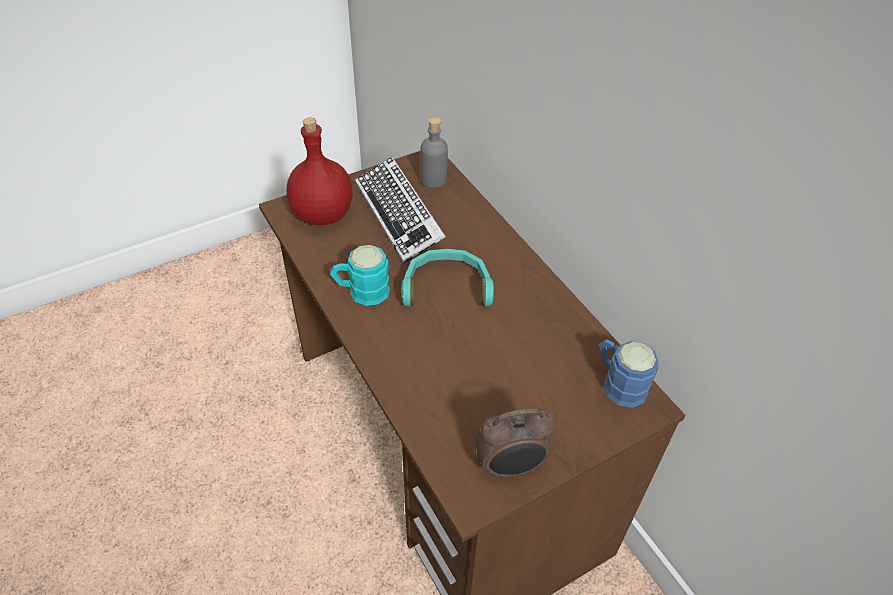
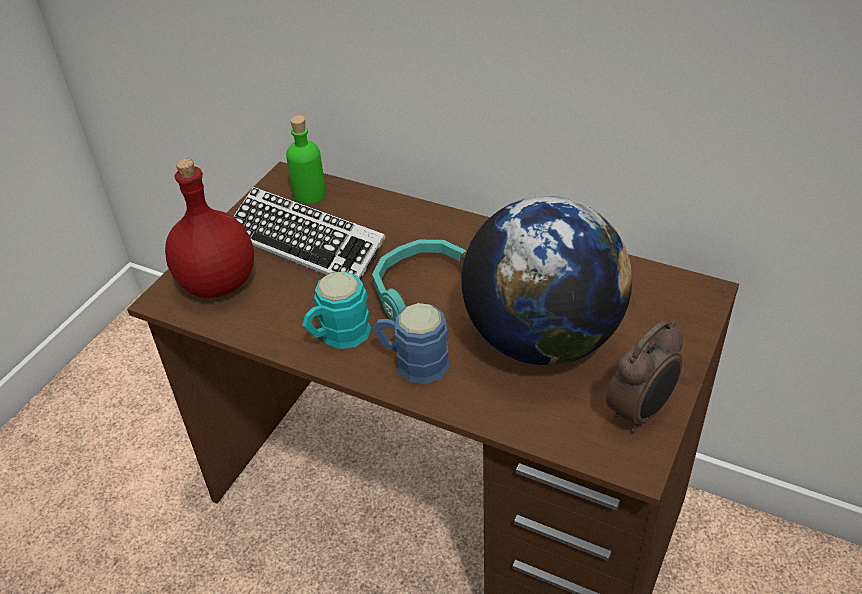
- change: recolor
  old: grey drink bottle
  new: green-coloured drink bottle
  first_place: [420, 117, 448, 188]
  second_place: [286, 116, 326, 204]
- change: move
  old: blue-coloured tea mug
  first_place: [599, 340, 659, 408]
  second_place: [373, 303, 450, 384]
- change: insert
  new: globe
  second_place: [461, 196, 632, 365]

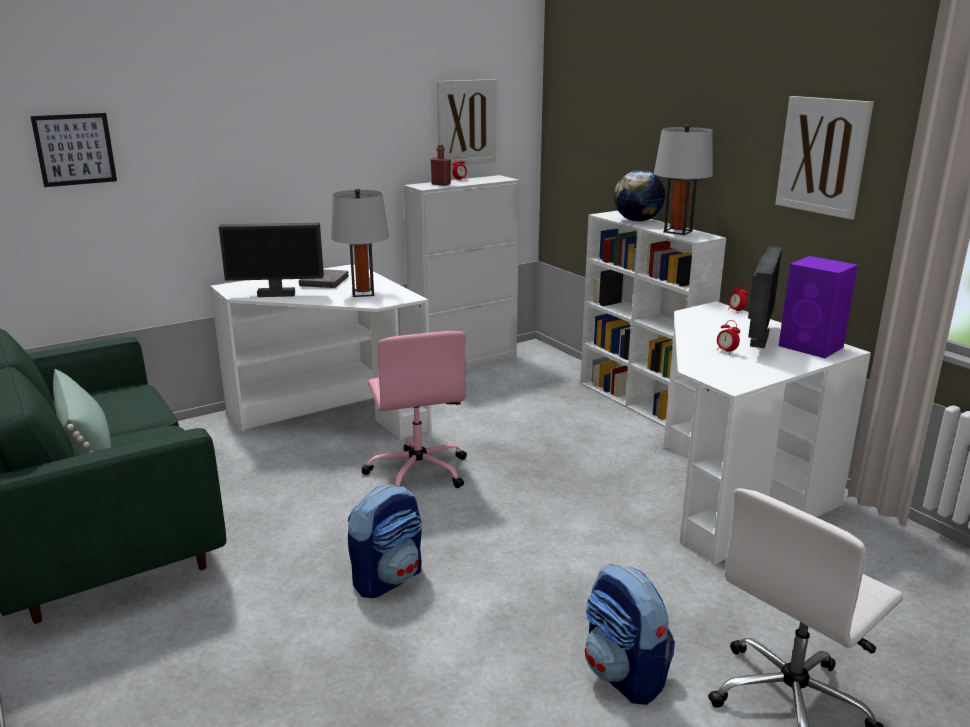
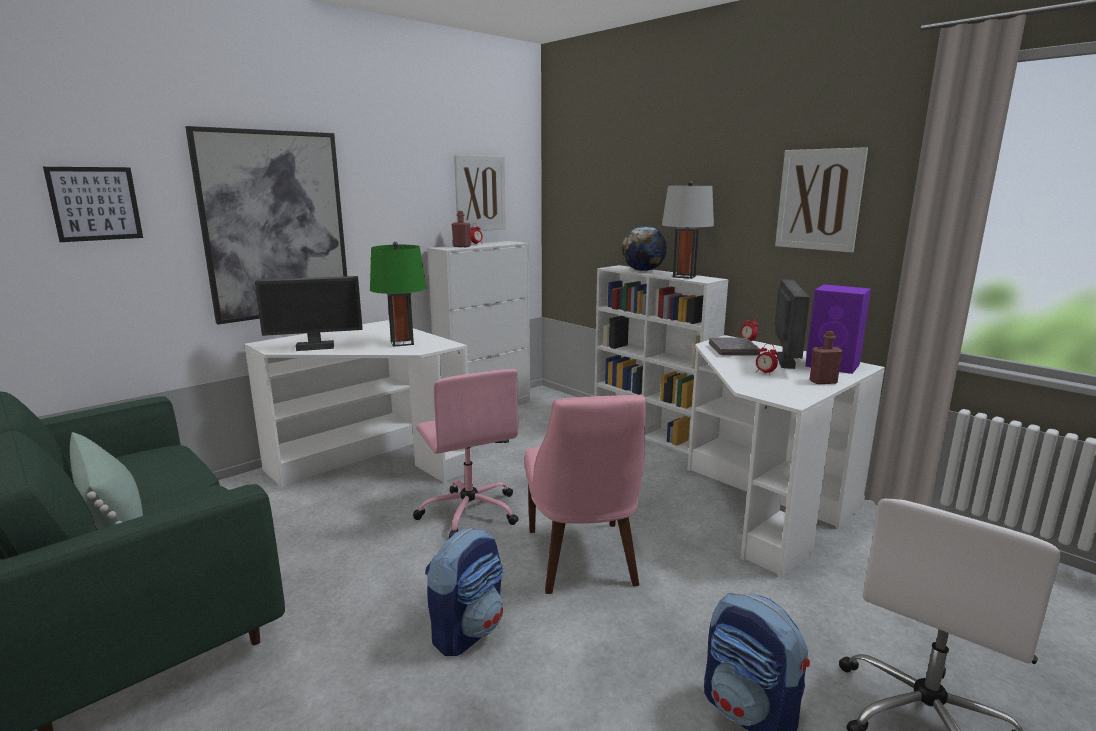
- change: recolor
  old: grey table lamp
  new: green-coloured table lamp
  first_place: [331, 188, 389, 297]
  second_place: [370, 242, 427, 347]
- change: move
  old: grey bound book
  first_place: [299, 269, 349, 288]
  second_place: [709, 338, 760, 356]
- change: insert
  new: wall art
  second_place: [185, 126, 347, 325]
- change: insert
  new: red drink bottle
  second_place: [810, 331, 843, 384]
- change: insert
  new: pinkish plain chair
  second_place: [525, 395, 646, 594]

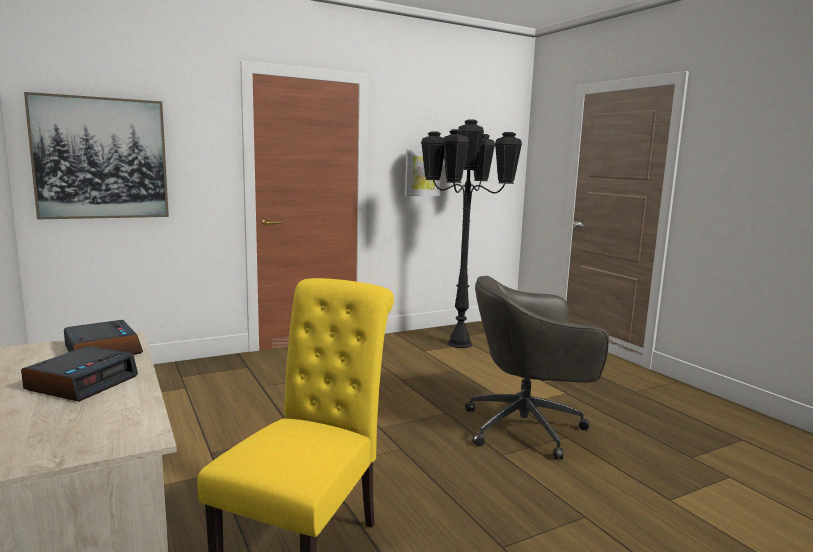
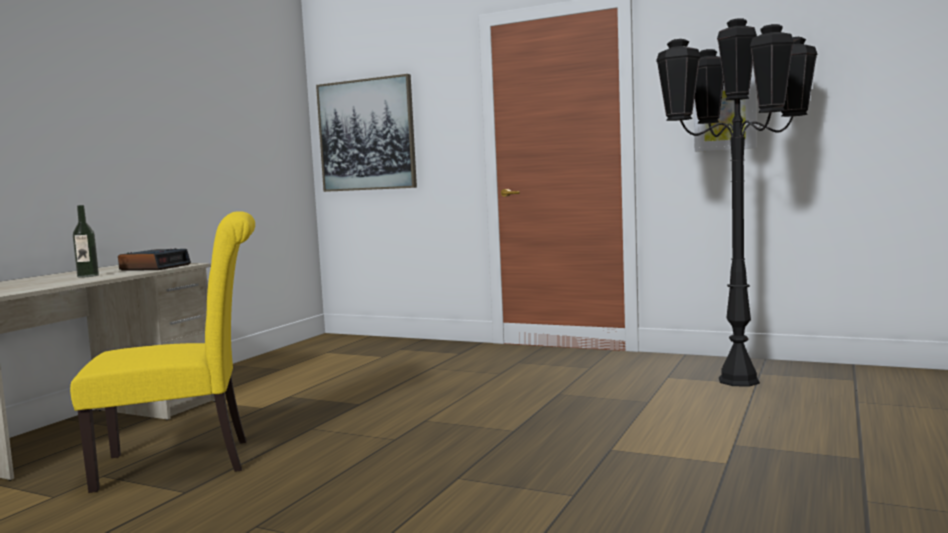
- change: delete
  old: grey desk chair
  first_place: [465, 276, 609, 460]
- change: replace
  old: alarm clock
  new: drink bottle
  first_place: [21, 346, 138, 402]
  second_place: [73, 205, 99, 278]

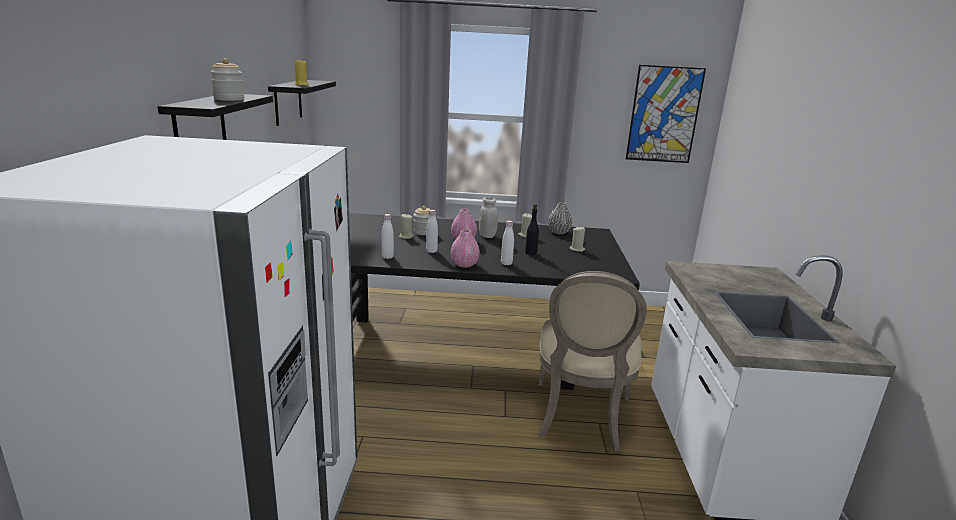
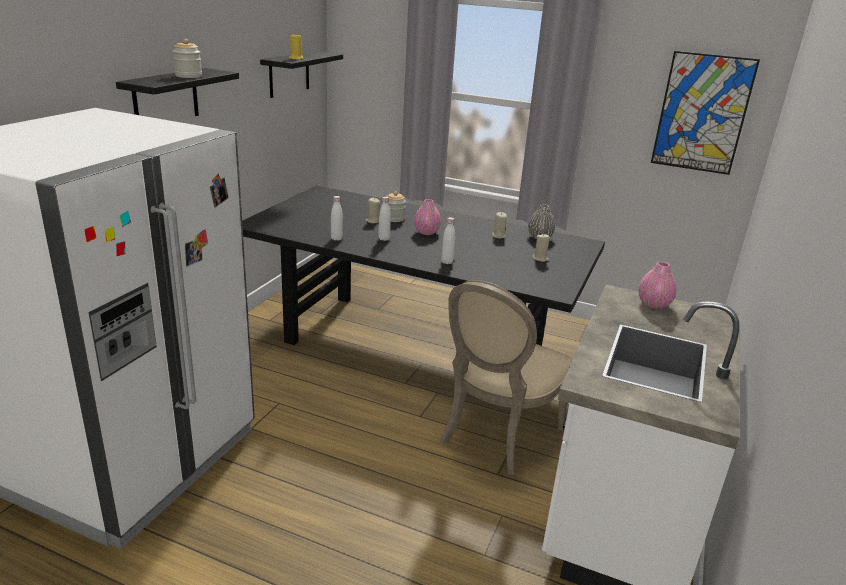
- change: delete
  old: whitish jar
  first_place: [479, 197, 498, 238]
- change: delete
  old: blackish drink bottle
  first_place: [525, 204, 539, 255]
- change: move
  old: pinkish flower vase
  first_place: [451, 229, 480, 268]
  second_place: [638, 262, 677, 309]

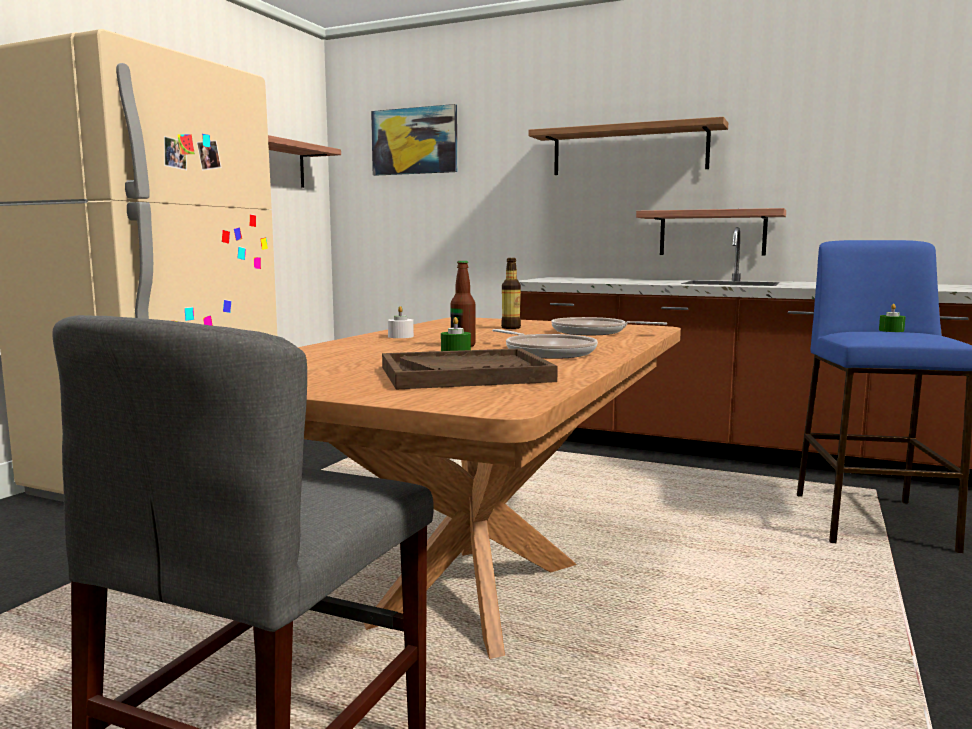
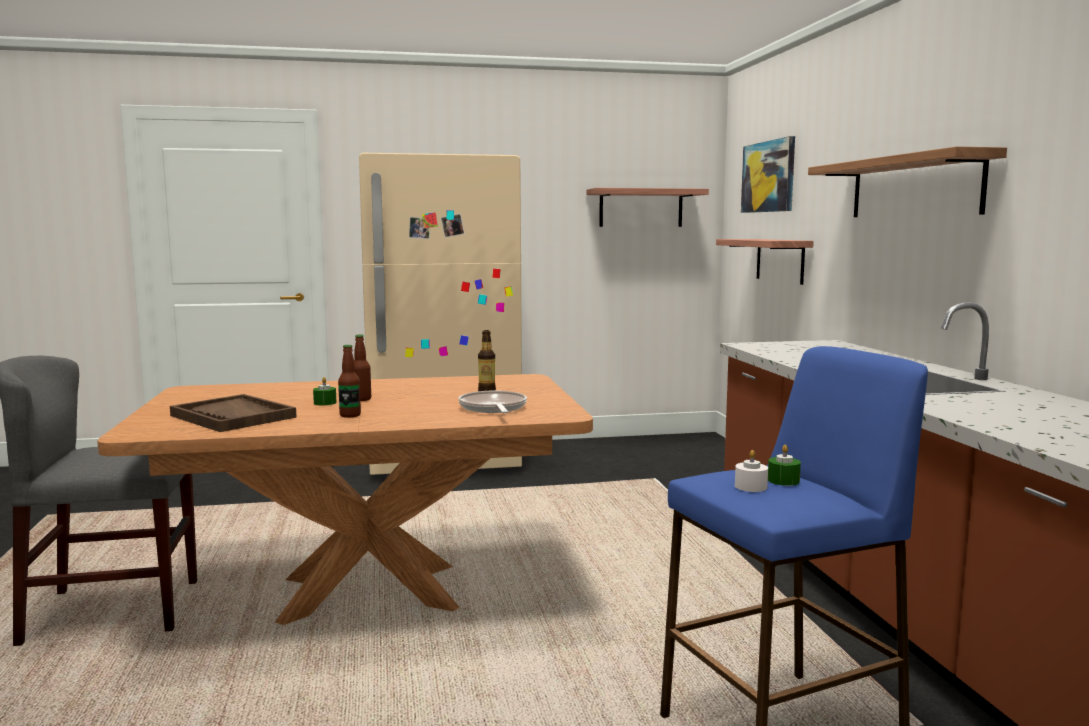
- change: move
  old: shelf
  first_place: [636, 208, 786, 256]
  second_place: [716, 239, 814, 285]
- change: move
  old: whitish wax candle
  first_place: [388, 306, 414, 338]
  second_place: [735, 450, 768, 492]
- change: replace
  old: skillet
  new: drink bottle
  first_place: [492, 329, 598, 359]
  second_place: [338, 345, 361, 418]

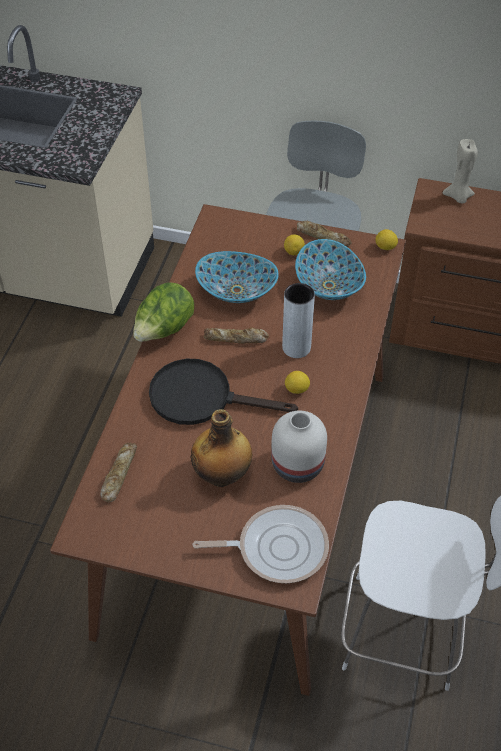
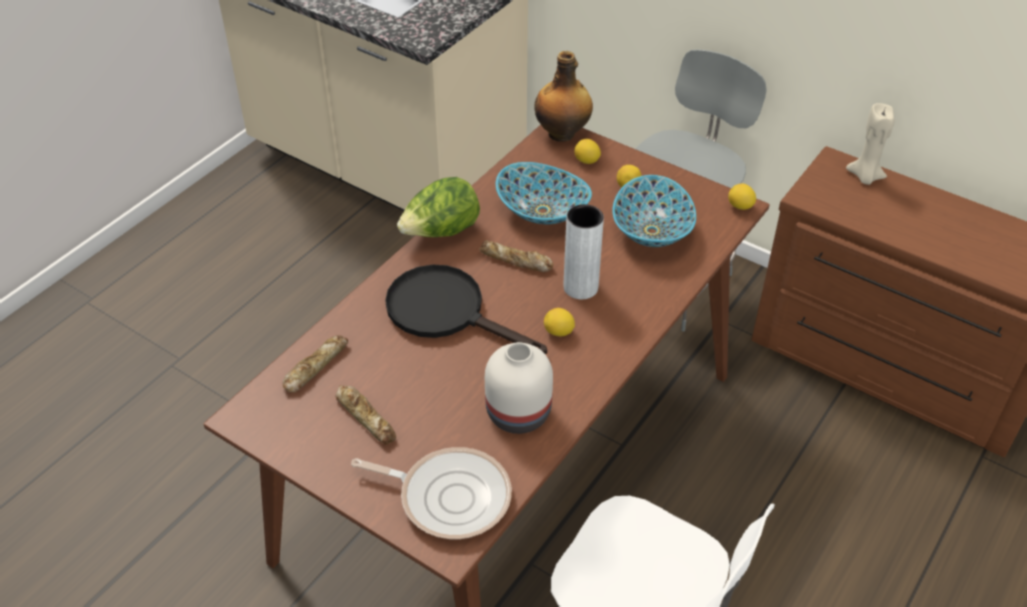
- change: move
  old: baked bread
  first_place: [297, 221, 352, 247]
  second_place: [336, 385, 396, 445]
- change: move
  old: drink bottle
  first_place: [191, 409, 253, 487]
  second_place: [534, 51, 593, 142]
- change: insert
  new: citrus fruit
  second_place: [574, 139, 601, 164]

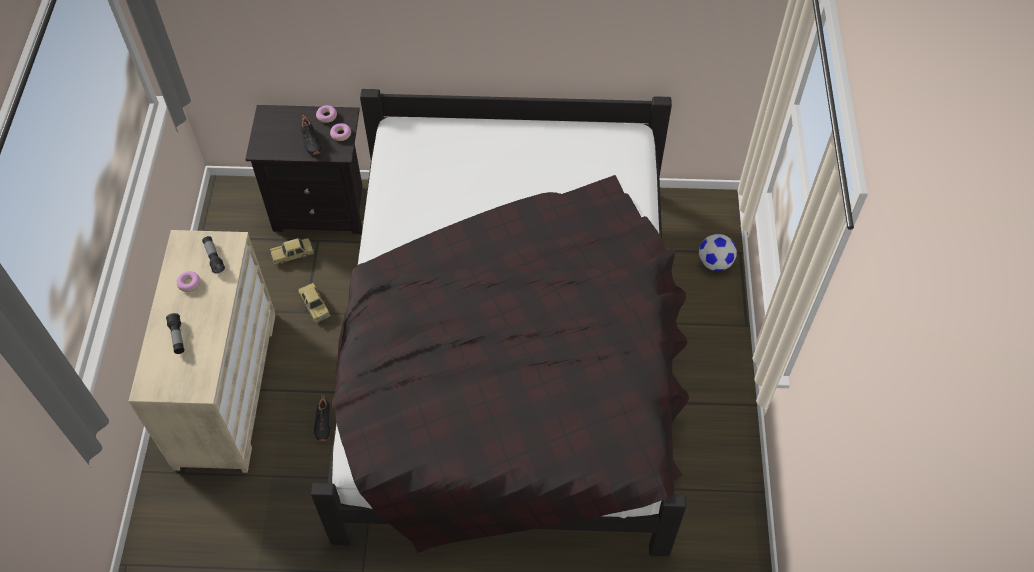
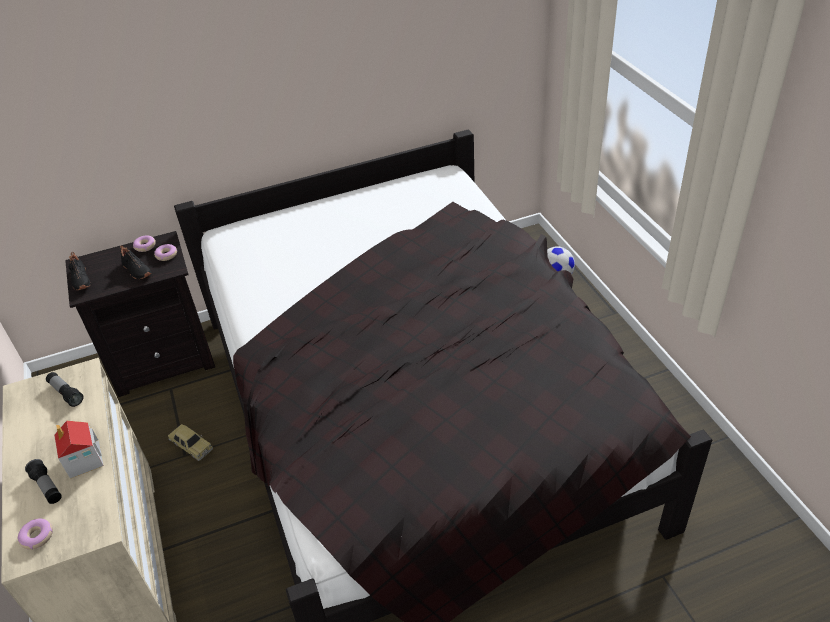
- change: delete
  old: model car
  first_place: [270, 238, 314, 265]
- change: move
  old: ring doughnut
  first_place: [177, 271, 200, 292]
  second_place: [17, 518, 53, 550]
- change: move
  old: blackish shoe
  first_place: [314, 395, 331, 441]
  second_place: [69, 252, 91, 290]
- change: insert
  new: toy house
  second_place: [54, 421, 104, 479]

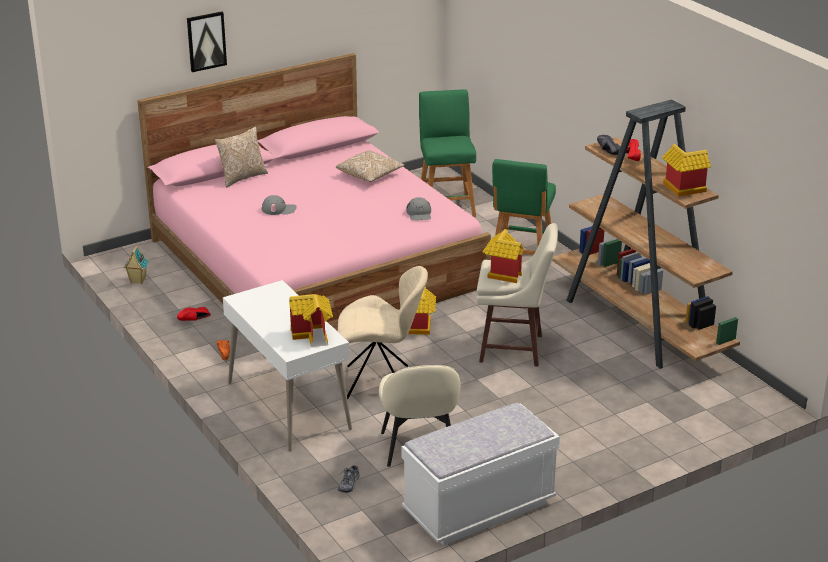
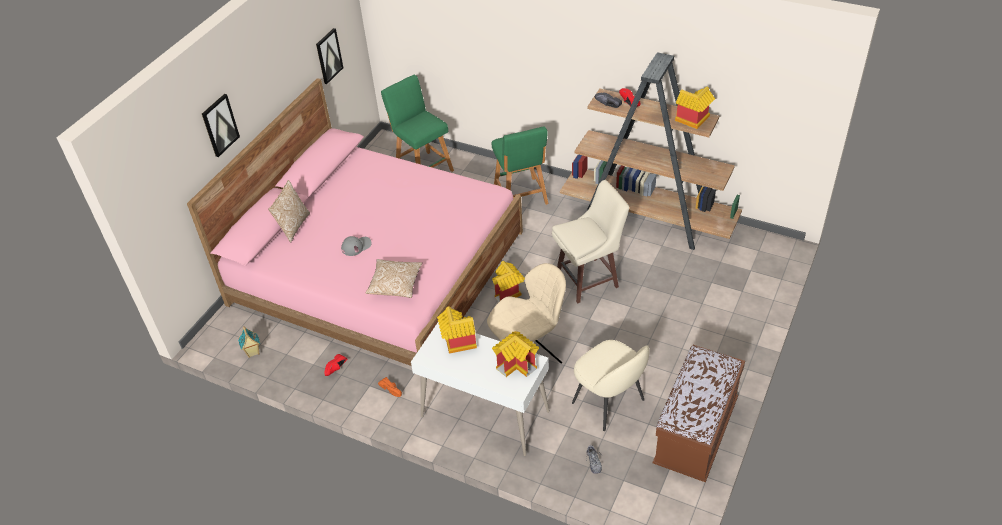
- change: move
  old: cushion
  first_place: [336, 150, 405, 182]
  second_place: [366, 259, 422, 298]
- change: delete
  old: grey baseball cap
  first_place: [406, 197, 431, 220]
- change: move
  old: toy house
  first_place: [483, 229, 524, 283]
  second_place: [437, 306, 477, 354]
- change: recolor
  old: whitish indoor bench
  new: brown-coloured indoor bench
  first_place: [402, 403, 560, 546]
  second_place: [653, 345, 745, 482]
- change: insert
  new: wall art
  second_place: [316, 28, 343, 84]

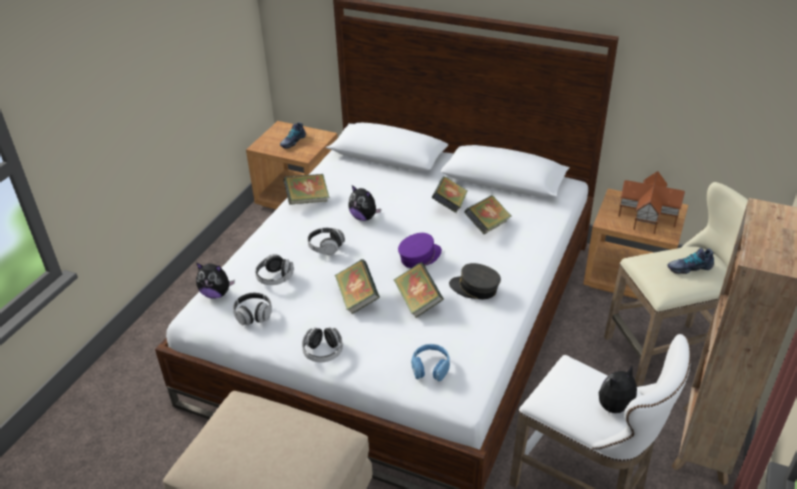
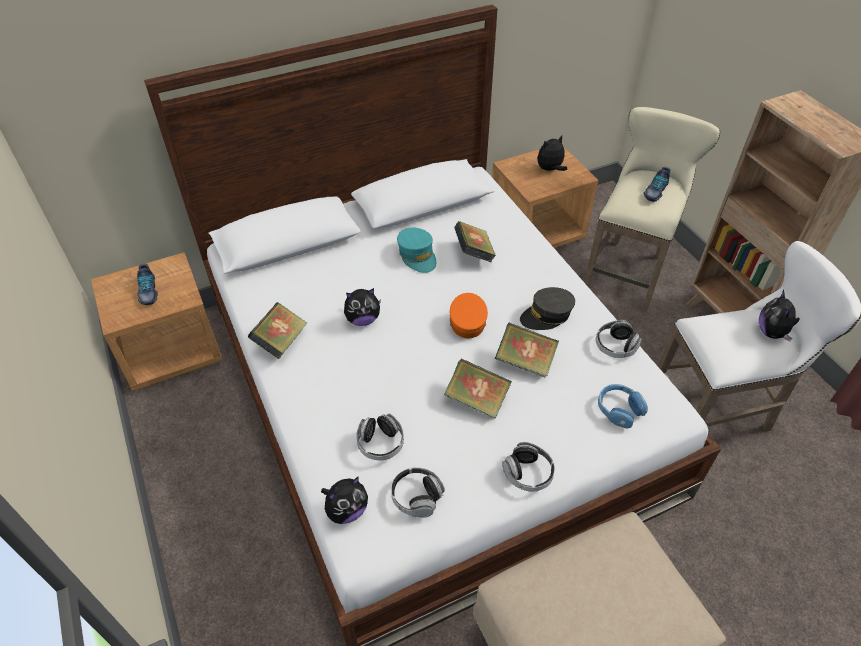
- change: replace
  old: toy house
  new: soft toy
  first_place: [618, 171, 685, 234]
  second_place: [537, 136, 567, 171]
- change: replace
  old: bound book
  new: blue-green baseball cap
  first_place: [432, 176, 468, 213]
  second_place: [397, 227, 436, 273]
- change: move
  old: headset
  first_place: [308, 228, 345, 255]
  second_place: [596, 320, 642, 358]
- change: recolor
  old: purple baseball cap
  new: orangey baseball cap
  first_place: [398, 233, 442, 268]
  second_place: [450, 293, 488, 338]

